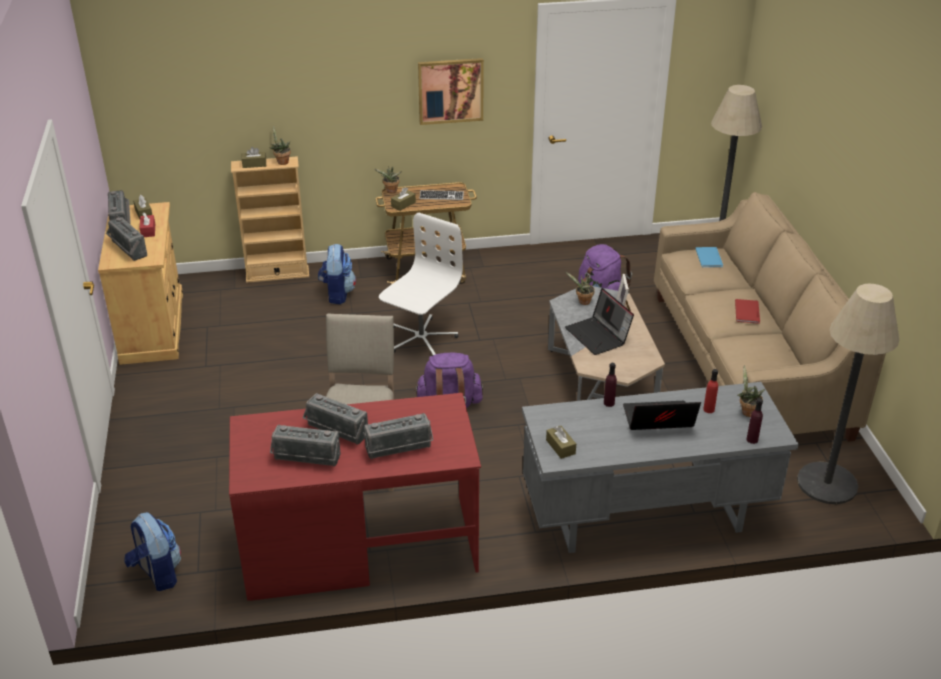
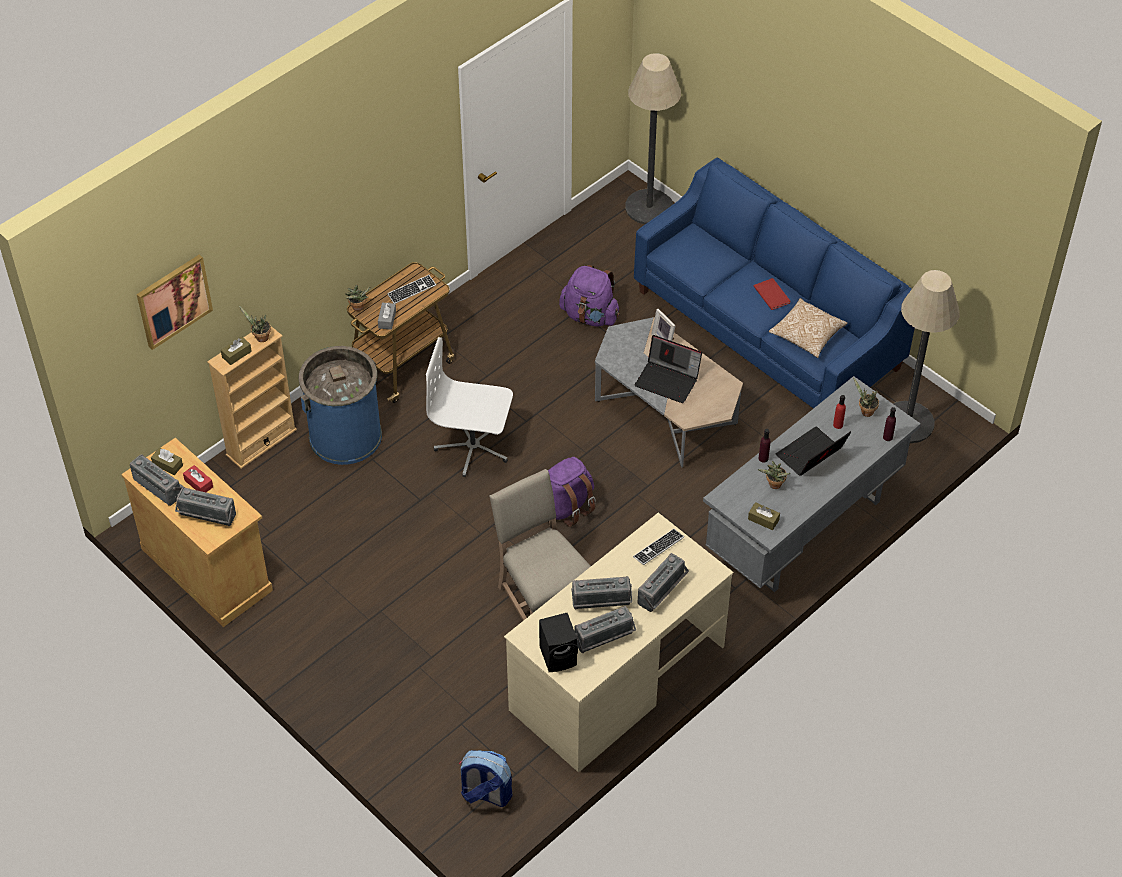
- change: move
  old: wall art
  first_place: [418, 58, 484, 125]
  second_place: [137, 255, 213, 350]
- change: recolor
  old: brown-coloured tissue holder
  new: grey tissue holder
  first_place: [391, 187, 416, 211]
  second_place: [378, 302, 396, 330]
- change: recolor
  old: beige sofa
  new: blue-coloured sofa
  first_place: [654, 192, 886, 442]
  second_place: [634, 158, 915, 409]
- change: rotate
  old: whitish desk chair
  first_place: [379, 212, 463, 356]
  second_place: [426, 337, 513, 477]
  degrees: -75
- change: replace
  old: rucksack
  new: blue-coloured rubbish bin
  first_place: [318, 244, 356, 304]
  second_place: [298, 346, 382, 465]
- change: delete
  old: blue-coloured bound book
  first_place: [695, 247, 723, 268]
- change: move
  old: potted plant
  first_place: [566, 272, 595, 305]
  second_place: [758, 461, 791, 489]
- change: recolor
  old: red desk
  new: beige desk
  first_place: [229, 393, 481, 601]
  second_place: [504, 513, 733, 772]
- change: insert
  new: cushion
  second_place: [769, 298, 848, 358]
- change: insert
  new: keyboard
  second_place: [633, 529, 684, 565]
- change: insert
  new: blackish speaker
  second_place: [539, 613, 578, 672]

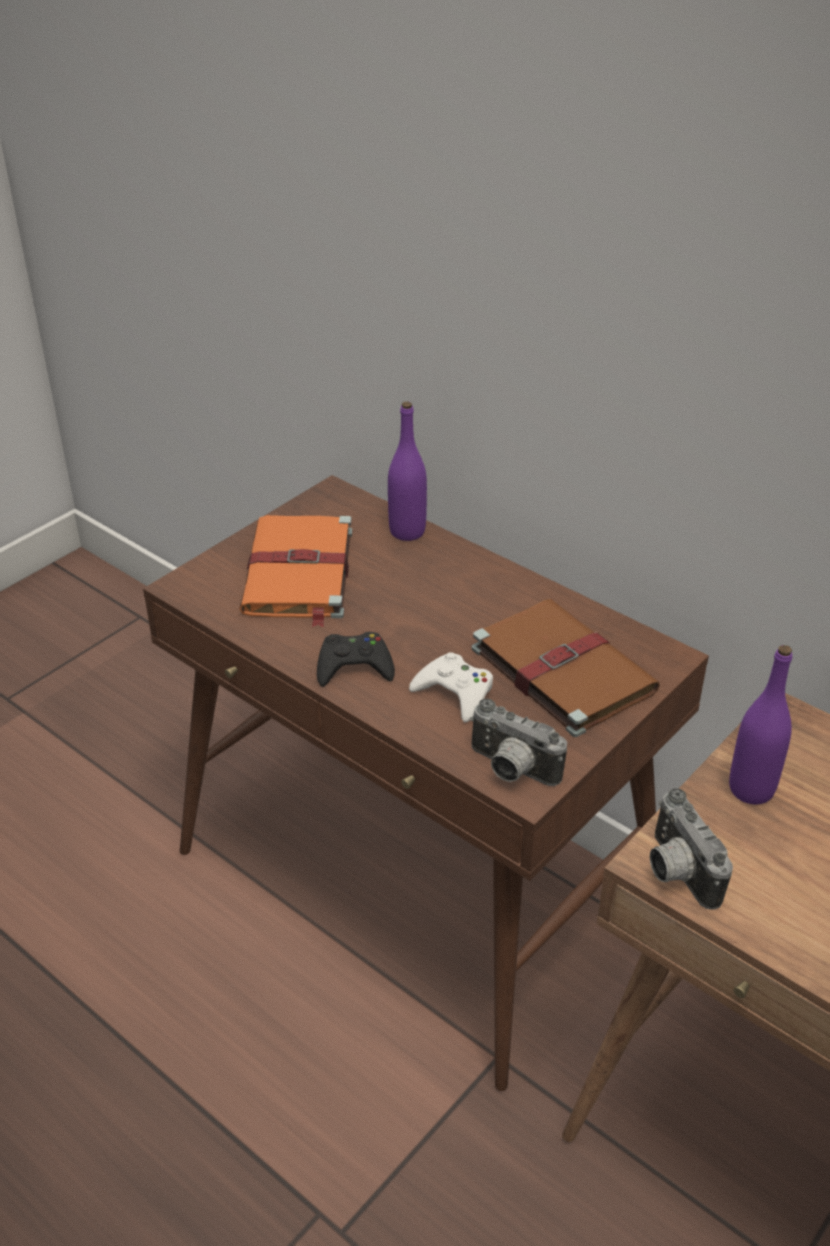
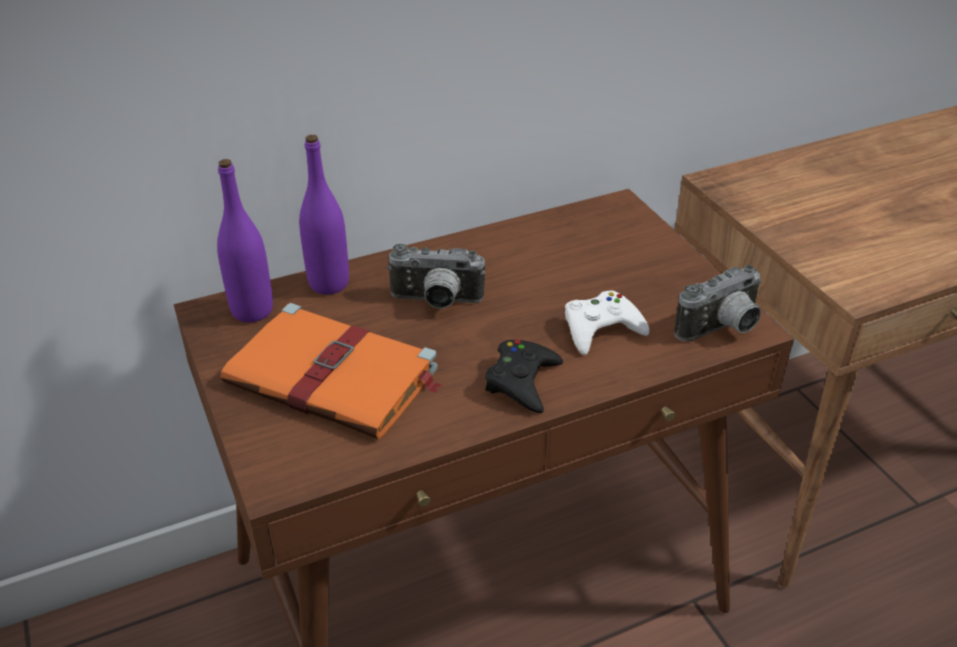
- change: delete
  old: brown-coloured bound book
  first_place: [472, 599, 660, 737]
- change: move
  old: purple drink bottle
  first_place: [729, 645, 792, 804]
  second_place: [217, 159, 273, 322]
- change: move
  old: still camera
  first_place: [650, 788, 733, 910]
  second_place: [387, 244, 486, 309]

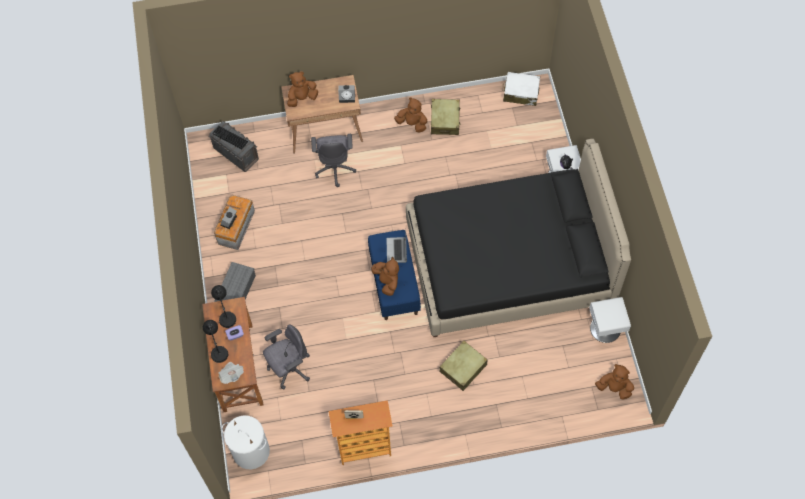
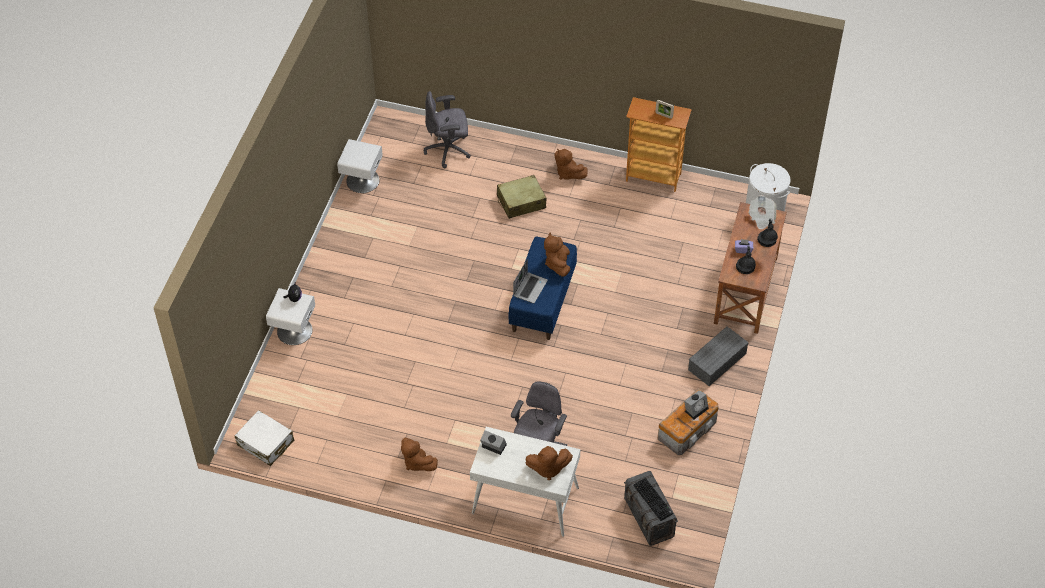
- change: recolor
  old: brown-coloured desk
  new: whitish desk
  first_place: [282, 75, 363, 154]
  second_place: [470, 427, 581, 537]
- change: delete
  old: beige suitcase
  first_place: [431, 99, 461, 135]
- change: delete
  old: blackish sleeping bed
  first_place: [406, 139, 631, 337]
- change: move
  old: grey desk chair
  first_place: [263, 325, 310, 389]
  second_place: [424, 91, 470, 168]
- change: move
  old: brown-coloured soft toy
  first_place: [595, 364, 634, 399]
  second_place: [554, 148, 588, 180]

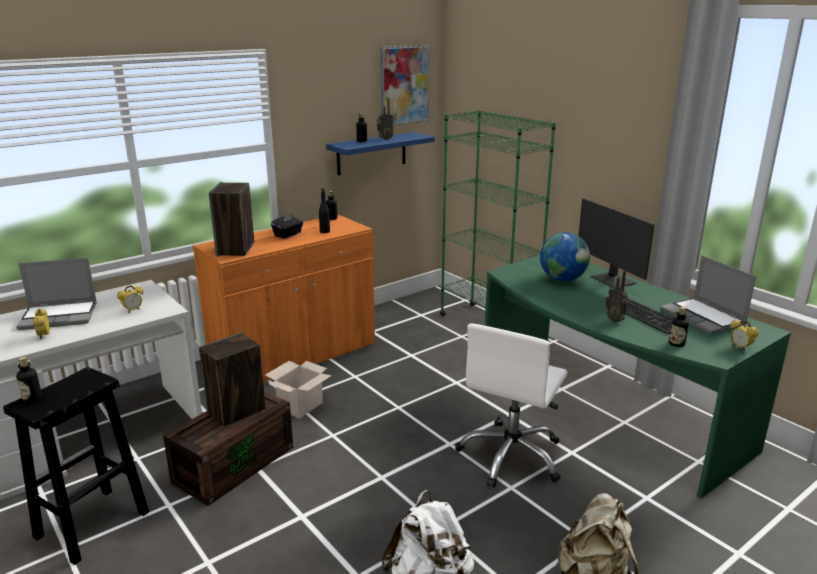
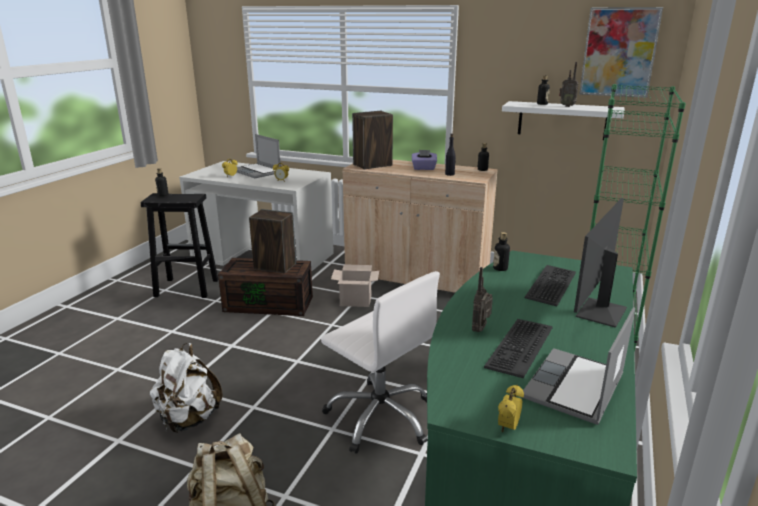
- change: recolor
  old: blue-coloured shelf
  new: whitish shelf
  first_place: [326, 132, 435, 175]
  second_place: [502, 101, 624, 140]
- change: recolor
  old: blackish tissue holder
  new: purple tissue holder
  first_place: [271, 212, 303, 239]
  second_place: [412, 150, 437, 170]
- change: recolor
  old: orangey cabinet
  new: beige cabinet
  first_place: [193, 215, 375, 382]
  second_place: [342, 160, 498, 293]
- change: replace
  old: globe
  new: keyboard
  first_place: [540, 232, 590, 281]
  second_place: [525, 265, 576, 306]
- change: move
  old: drink bottle
  first_place: [669, 307, 689, 347]
  second_place: [493, 232, 510, 271]
- change: rotate
  old: whitish desk chair
  first_place: [455, 323, 567, 488]
  second_place: [321, 271, 440, 454]
  degrees: -135

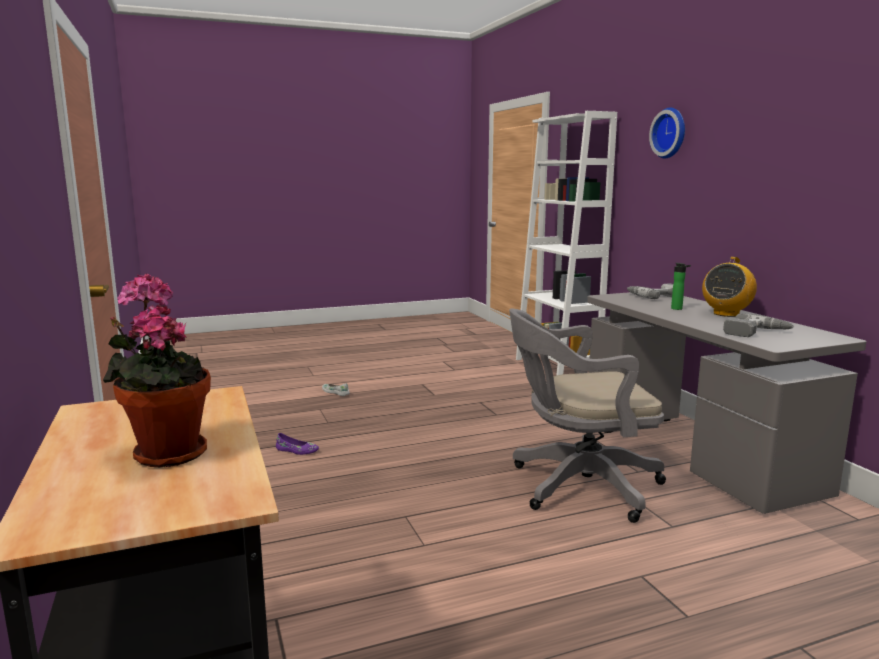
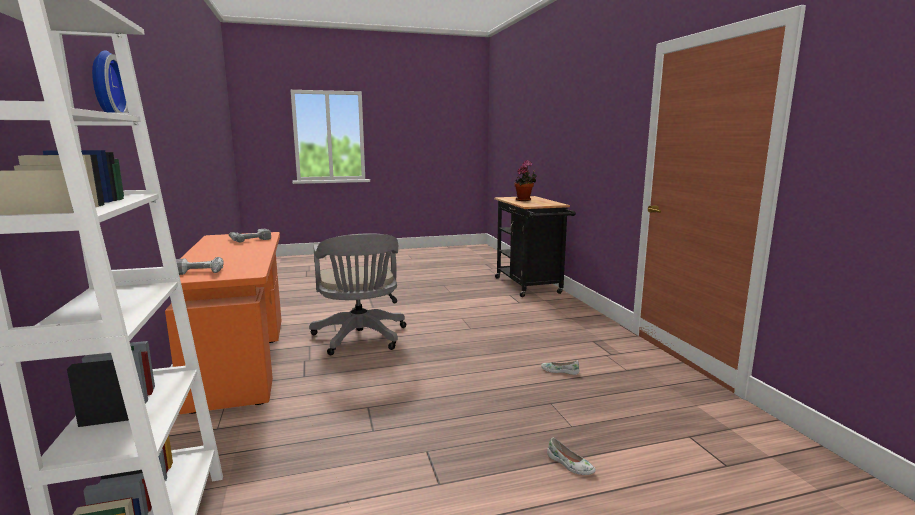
- change: delete
  old: radio set
  first_place: [702, 257, 757, 317]
- change: delete
  old: drink bottle
  first_place: [671, 263, 691, 310]
- change: recolor
  old: grey desk
  new: orangey desk
  first_place: [587, 292, 867, 514]
  second_place: [165, 232, 282, 414]
- change: rotate
  old: grey desk chair
  first_place: [509, 309, 666, 523]
  second_place: [309, 233, 406, 355]
  degrees: 75
- change: recolor
  old: purple shoe
  new: whitish shoe
  first_place: [276, 433, 319, 455]
  second_place: [541, 361, 580, 375]

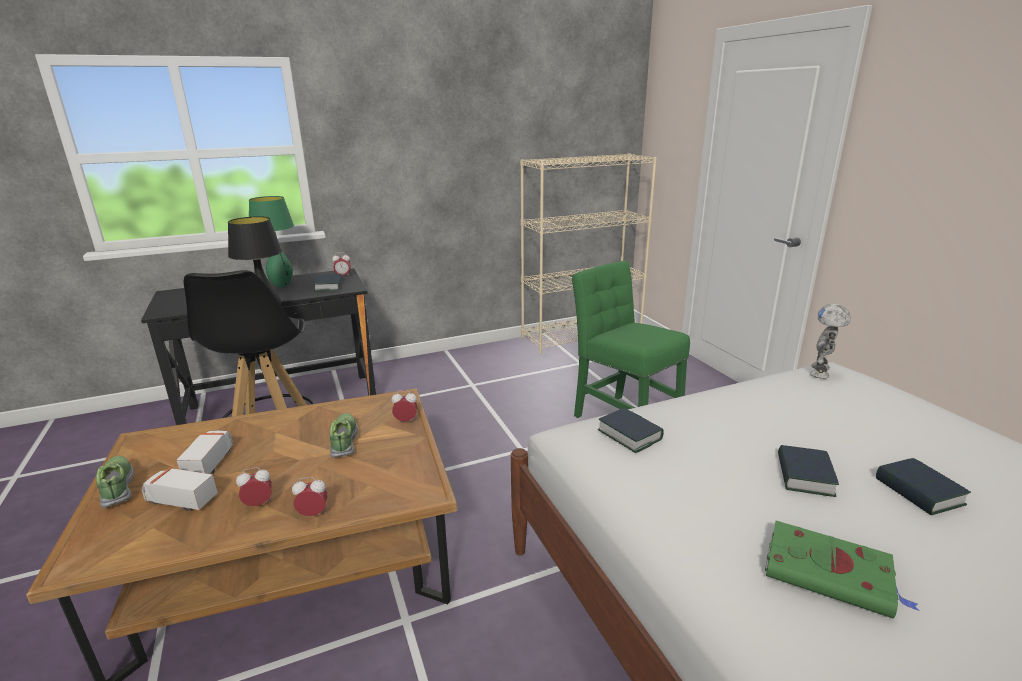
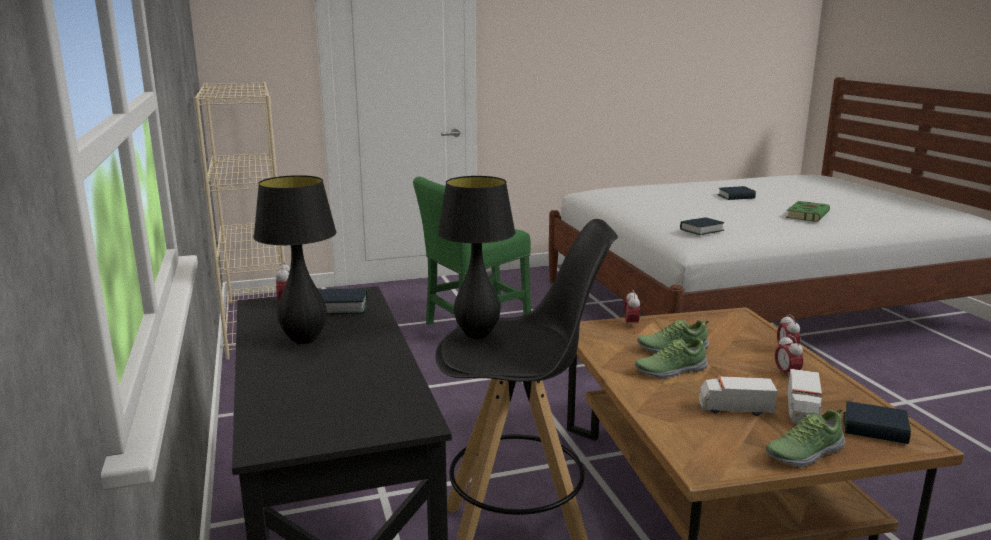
- change: recolor
  old: green-coloured table lamp
  new: blackish table lamp
  first_place: [249, 196, 294, 287]
  second_place: [253, 175, 336, 344]
- change: delete
  old: toy robot
  first_place: [810, 304, 851, 379]
- change: move
  old: bound book
  first_place: [778, 445, 839, 497]
  second_place: [843, 401, 911, 444]
- change: insert
  new: shoe
  second_place: [635, 338, 708, 379]

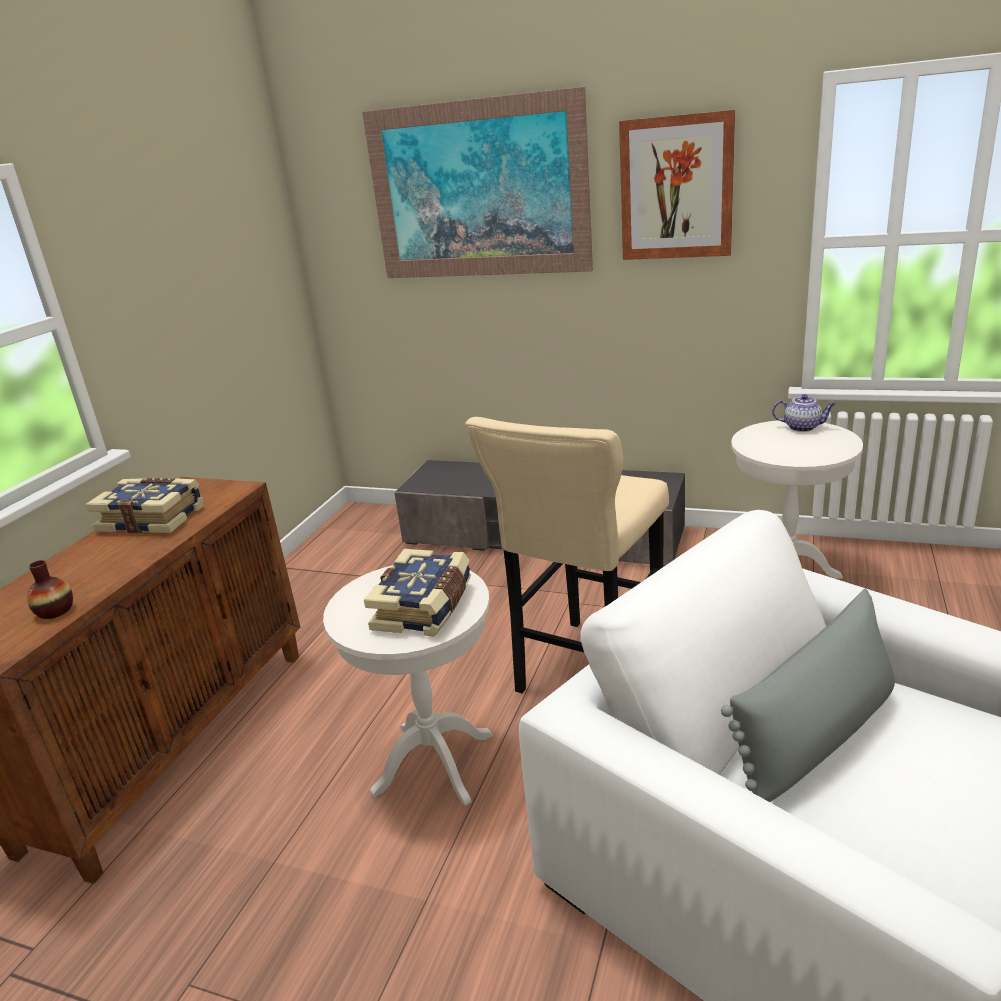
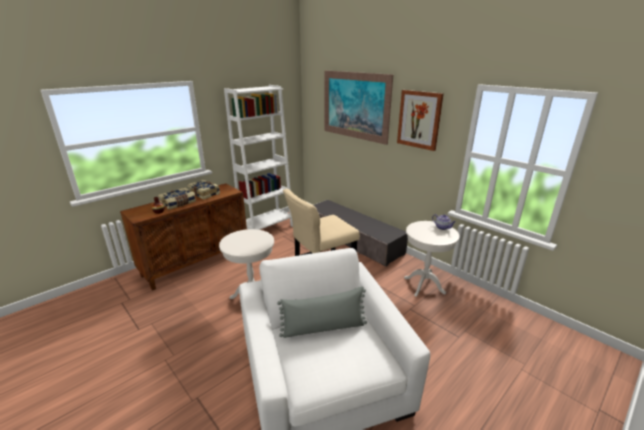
- change: move
  old: bound book
  first_place: [364, 549, 471, 637]
  second_place: [158, 188, 196, 210]
- change: insert
  new: whitish bookshelf
  second_place: [224, 85, 293, 230]

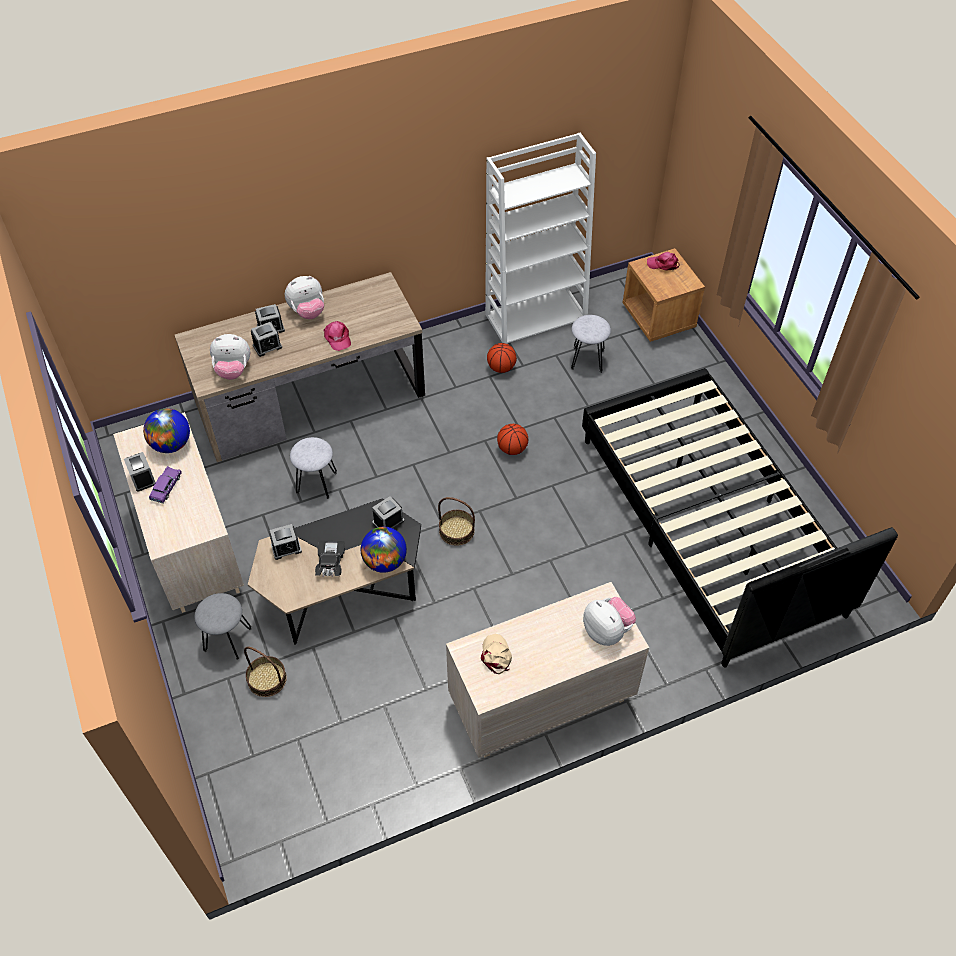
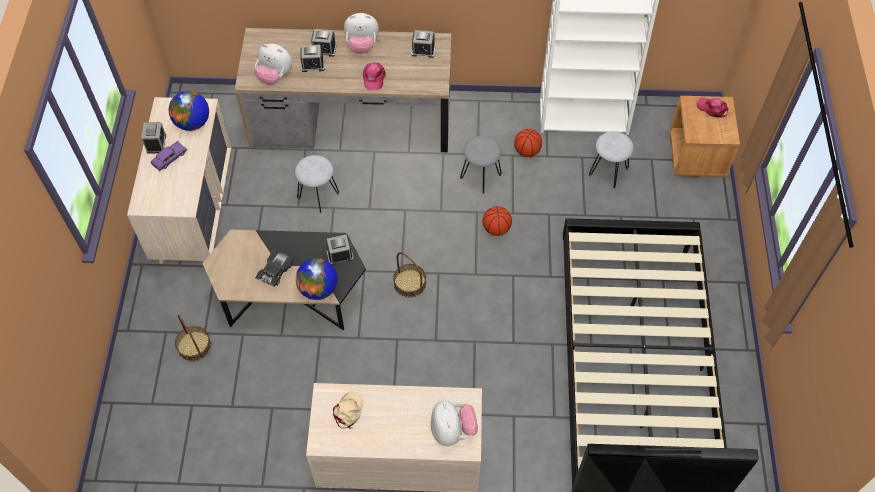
- change: move
  old: alarm clock
  first_place: [269, 524, 302, 560]
  second_place: [411, 30, 435, 58]
- change: move
  old: grey stool seat
  first_place: [195, 593, 252, 660]
  second_place: [460, 136, 502, 194]

